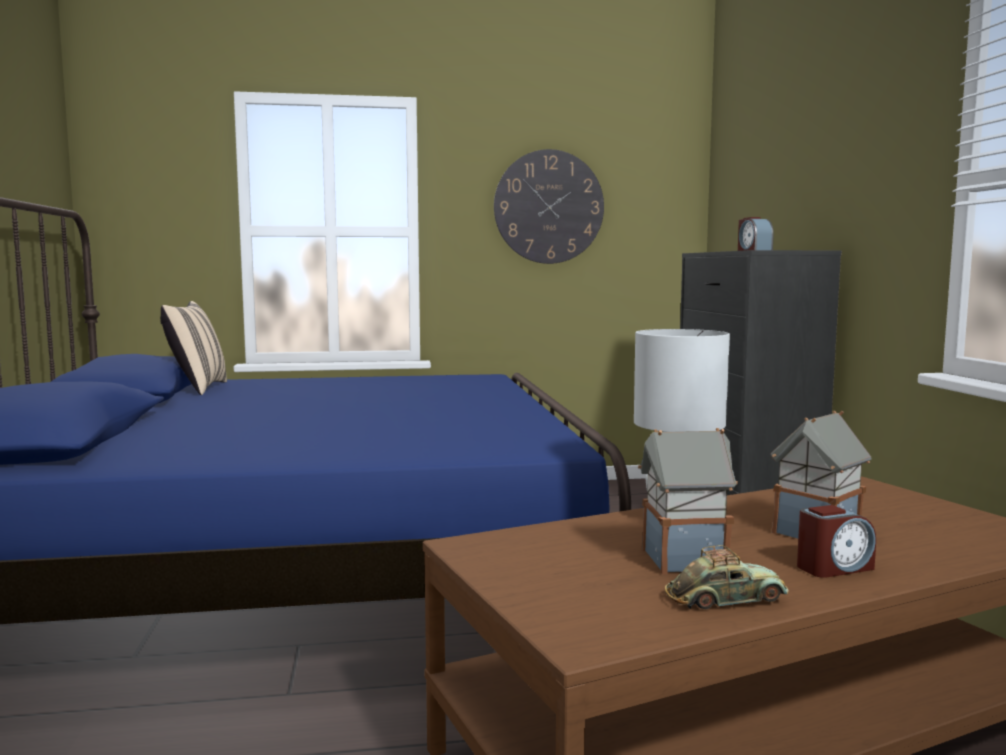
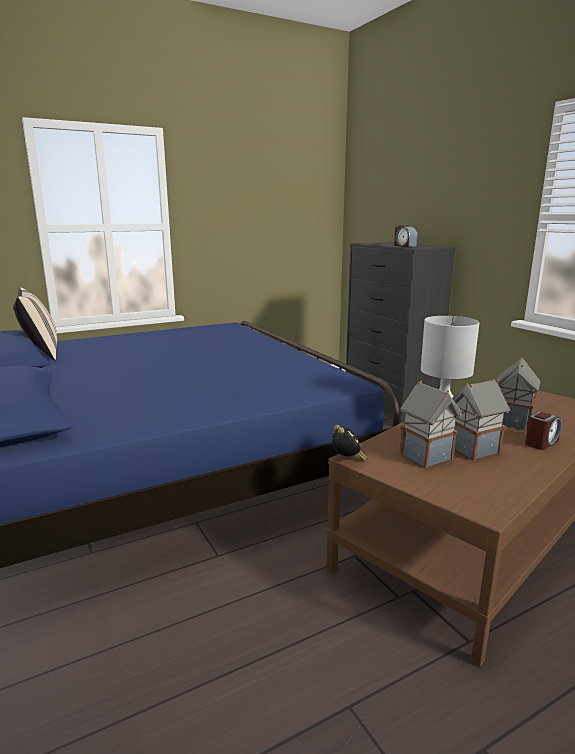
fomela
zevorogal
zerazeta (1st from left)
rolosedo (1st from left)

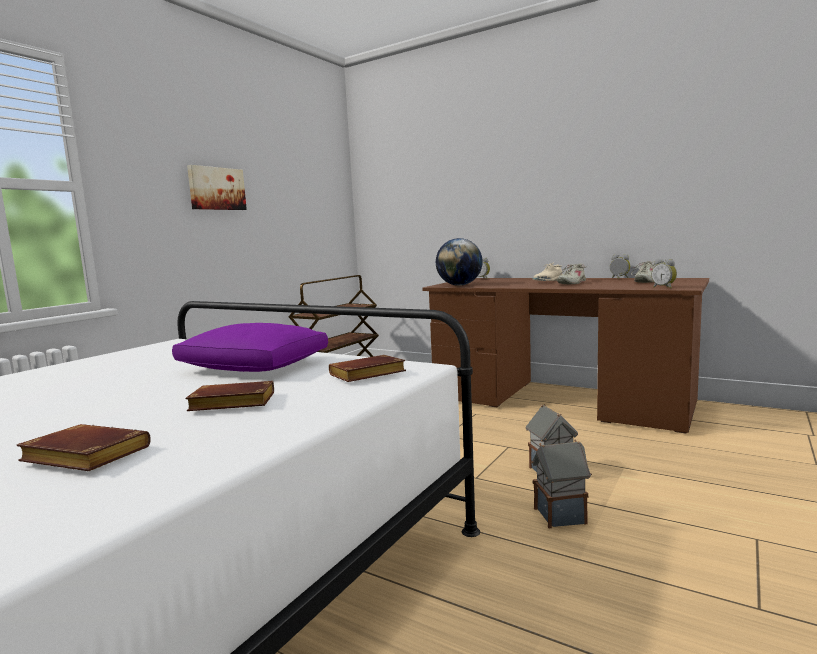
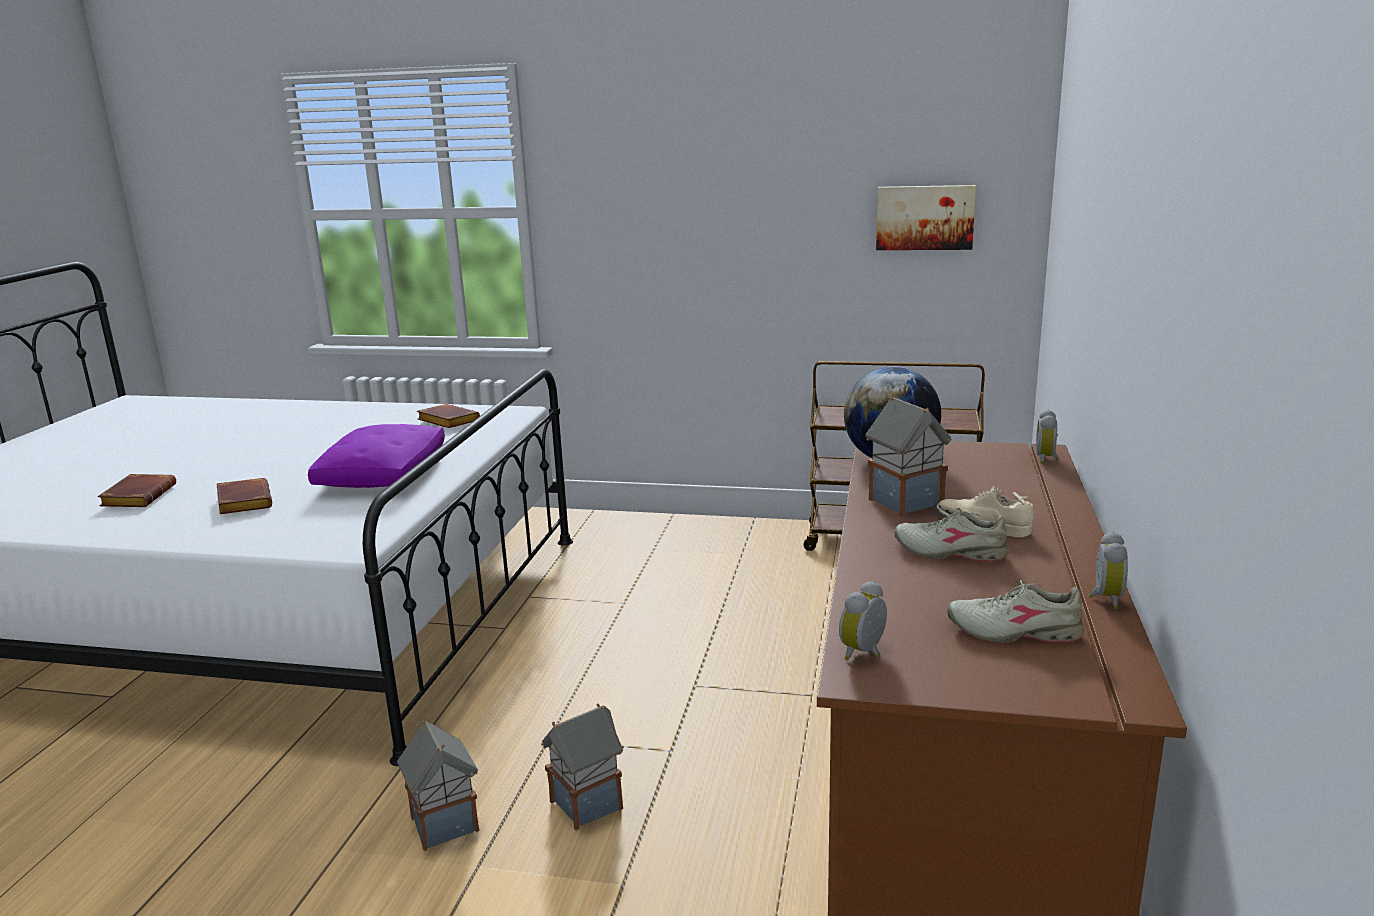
rolosedo (3rd from left)
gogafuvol
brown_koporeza (3rd from left)

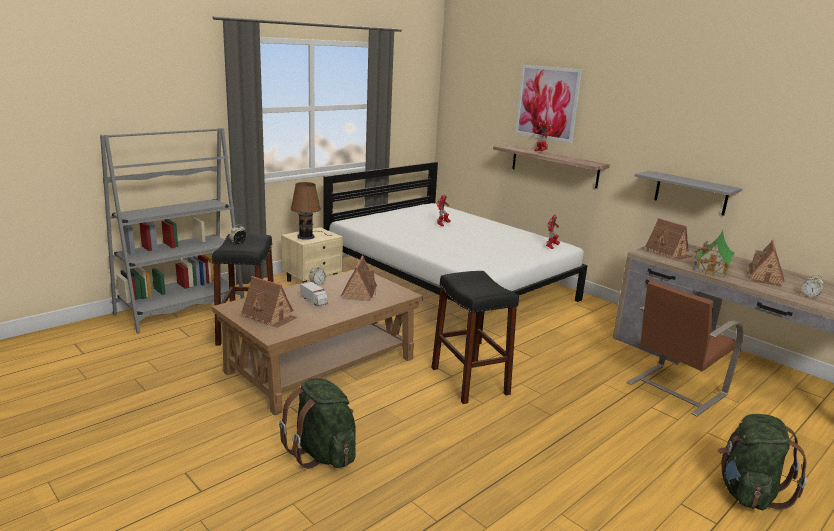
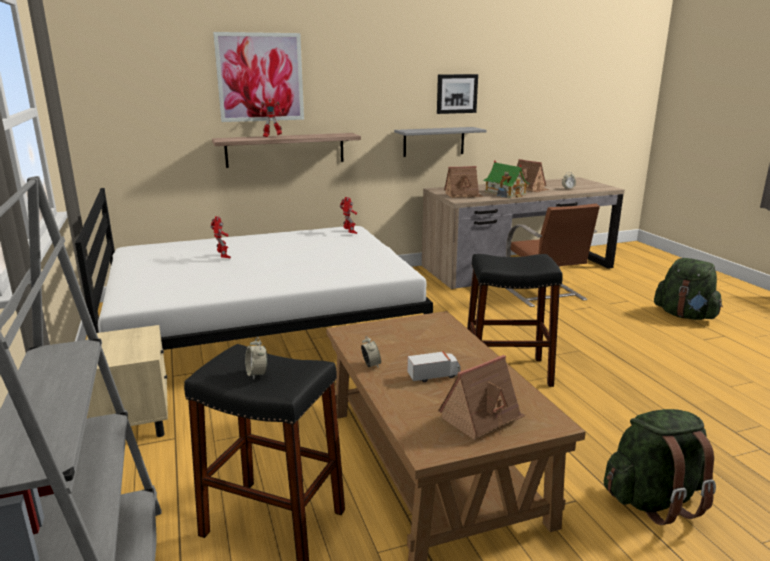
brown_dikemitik
rolosedo (2nd from left in the first image)
gogafuvol (2nd from left)

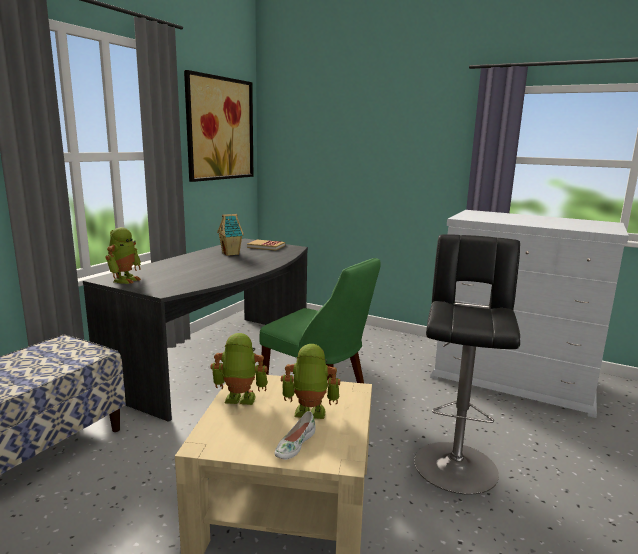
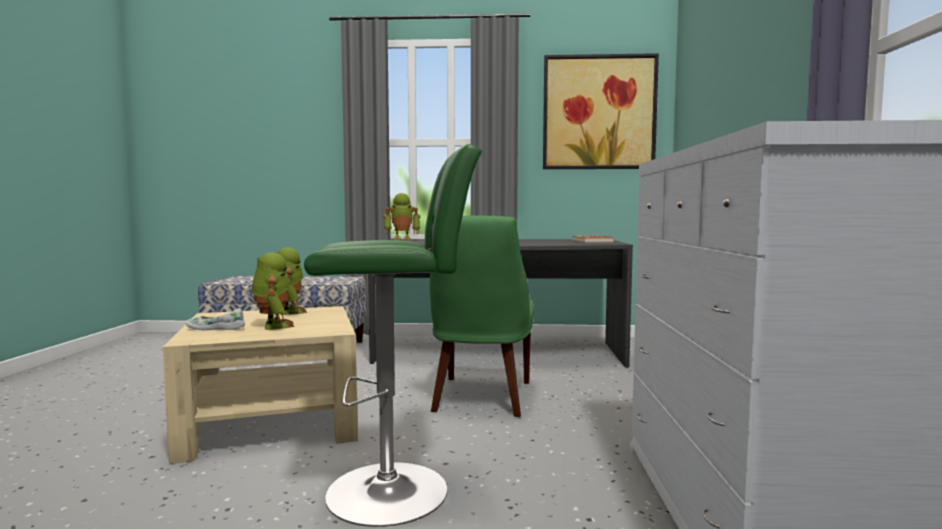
rolosedo
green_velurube

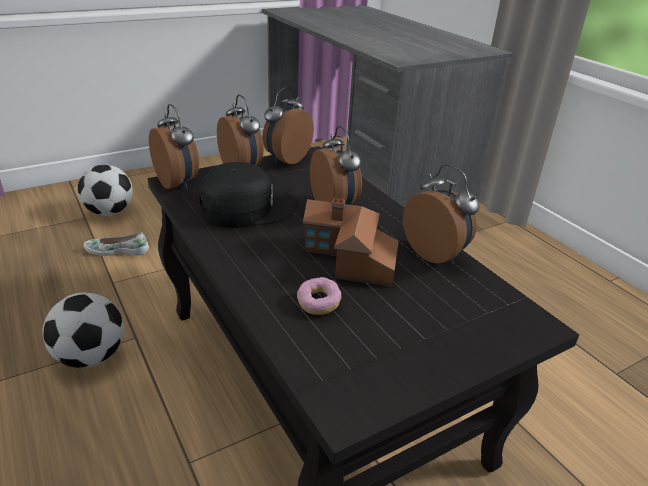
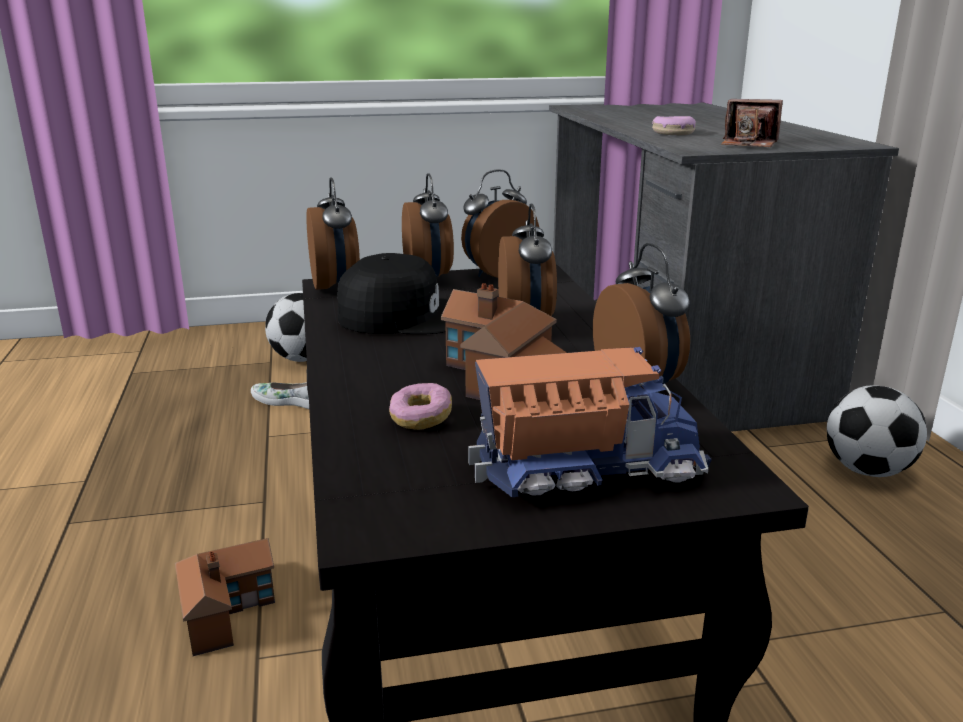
rolosedo (1st from left)
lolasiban
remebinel (2nd from left)
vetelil
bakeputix (2nd from left)

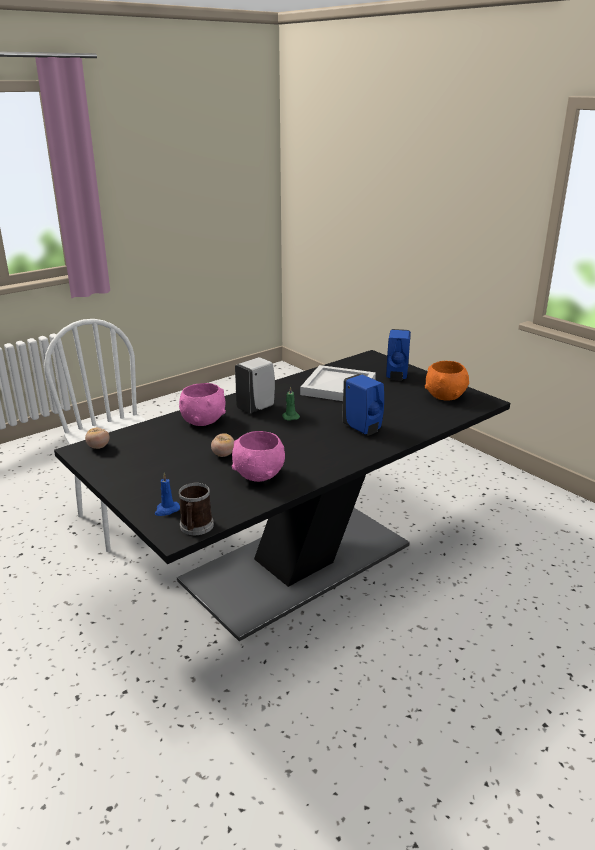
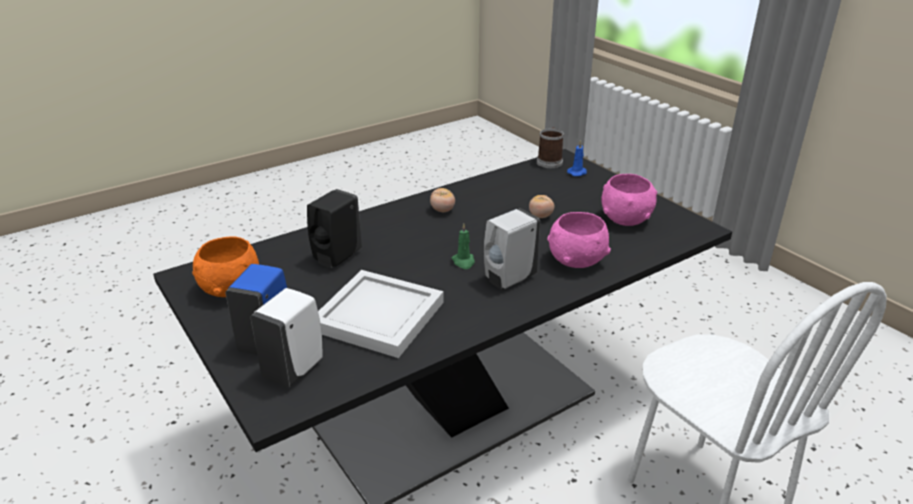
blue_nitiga (1st from left in the first image)
white_nitiga (1st from left)
black_nitiga
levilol (1st from left)
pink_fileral (2nd from left)

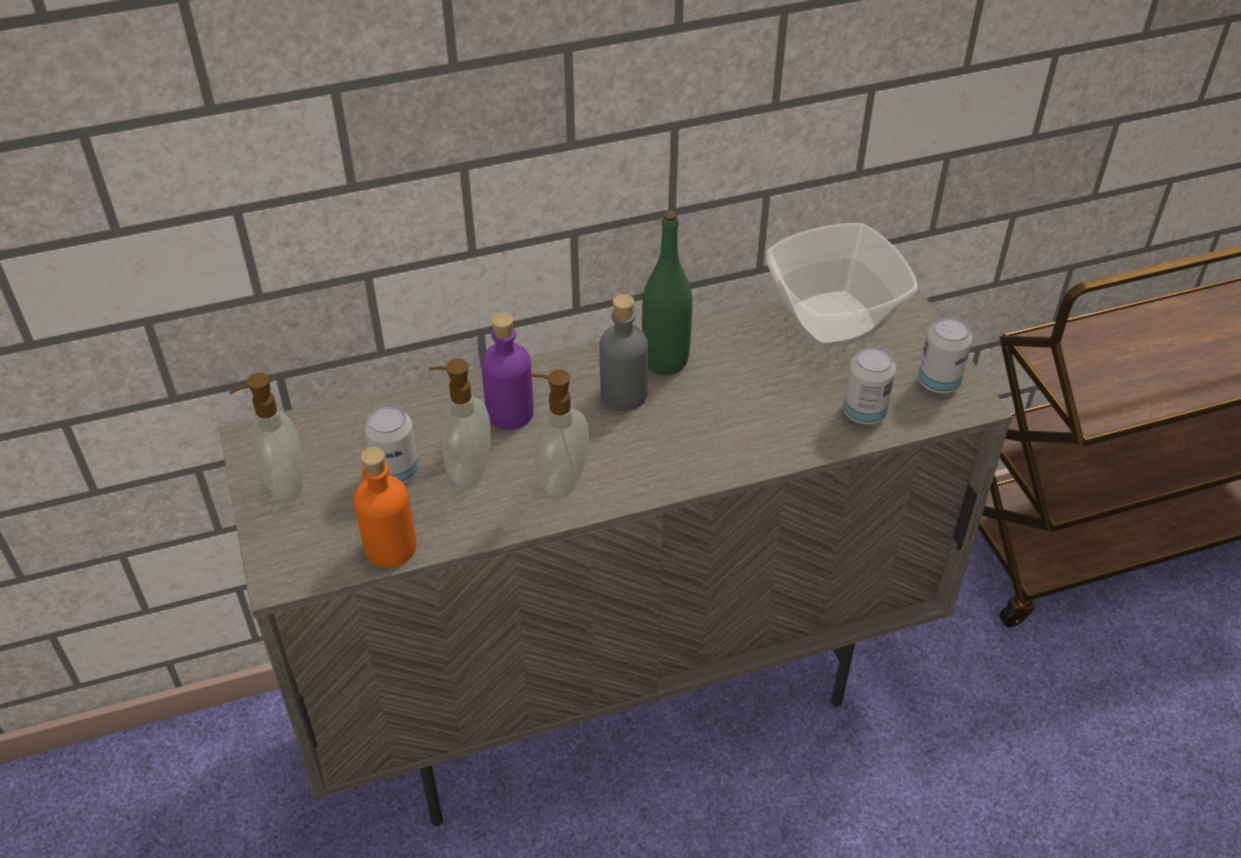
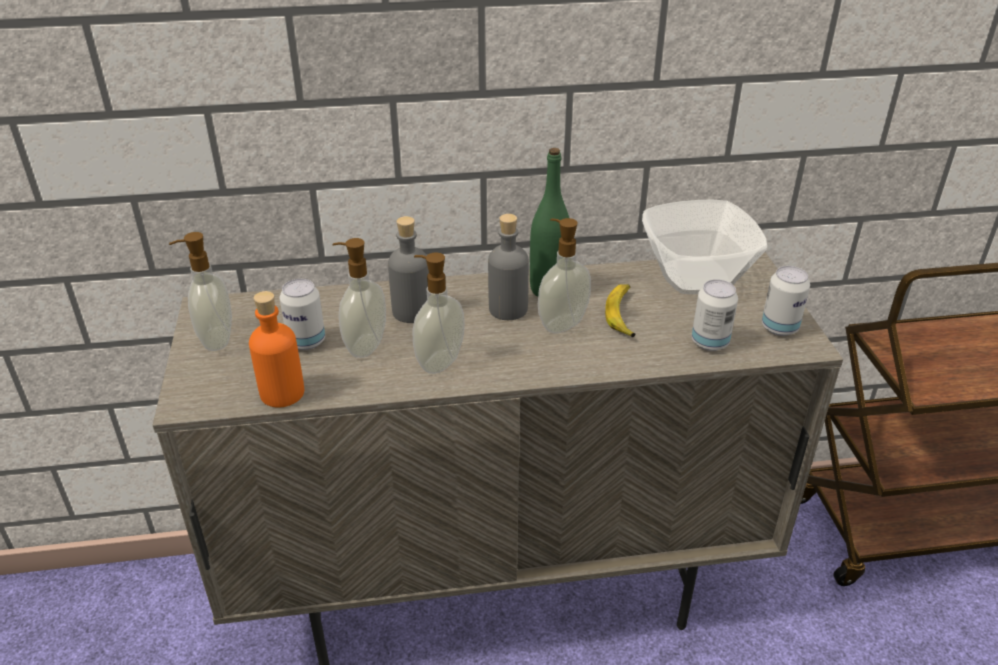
nitiga (4th from left)
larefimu
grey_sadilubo (1st from left)

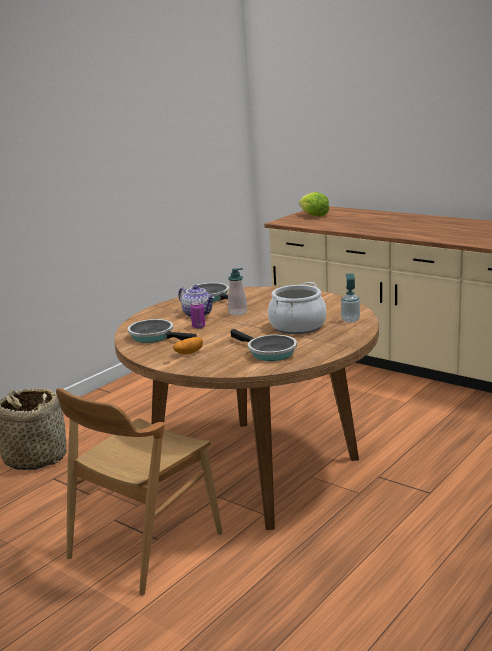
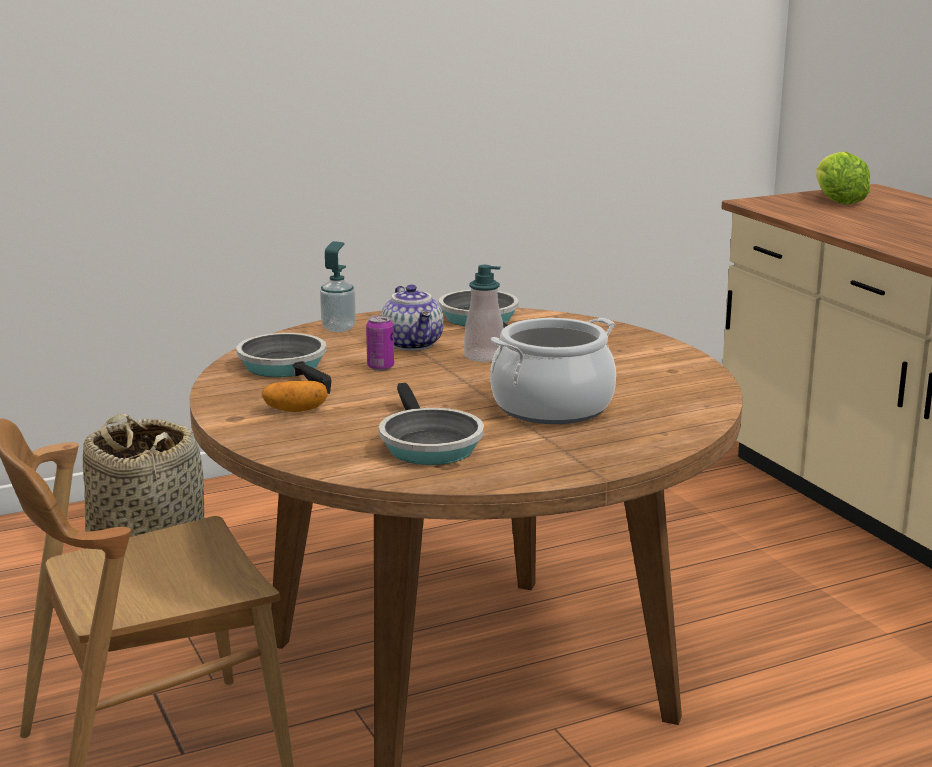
nitiga (1st from left)

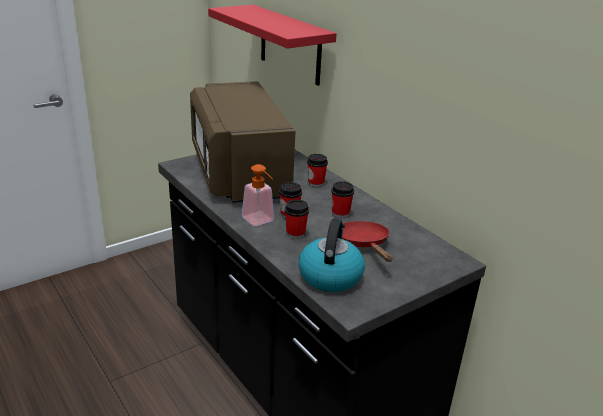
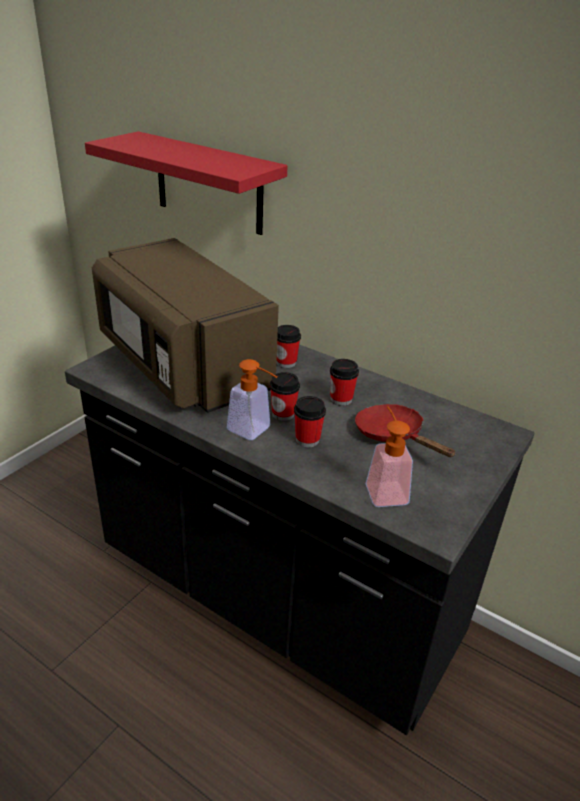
nitiga (2nd from left)

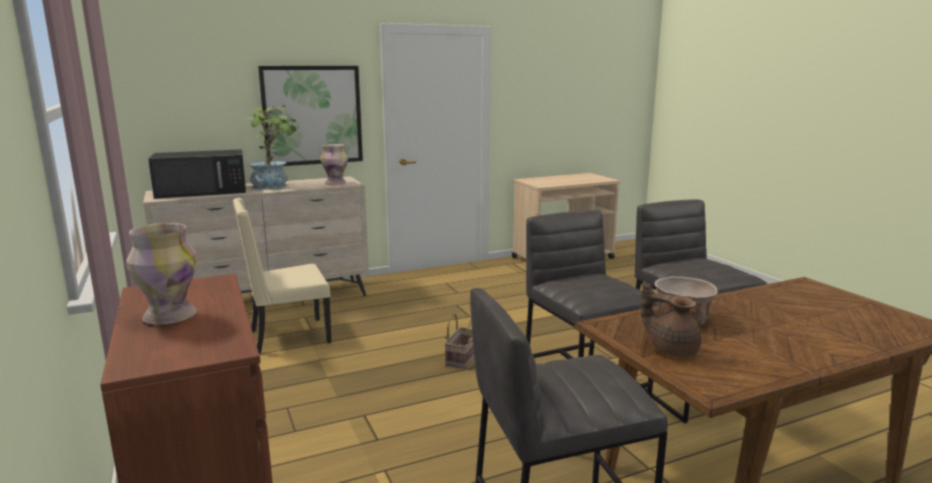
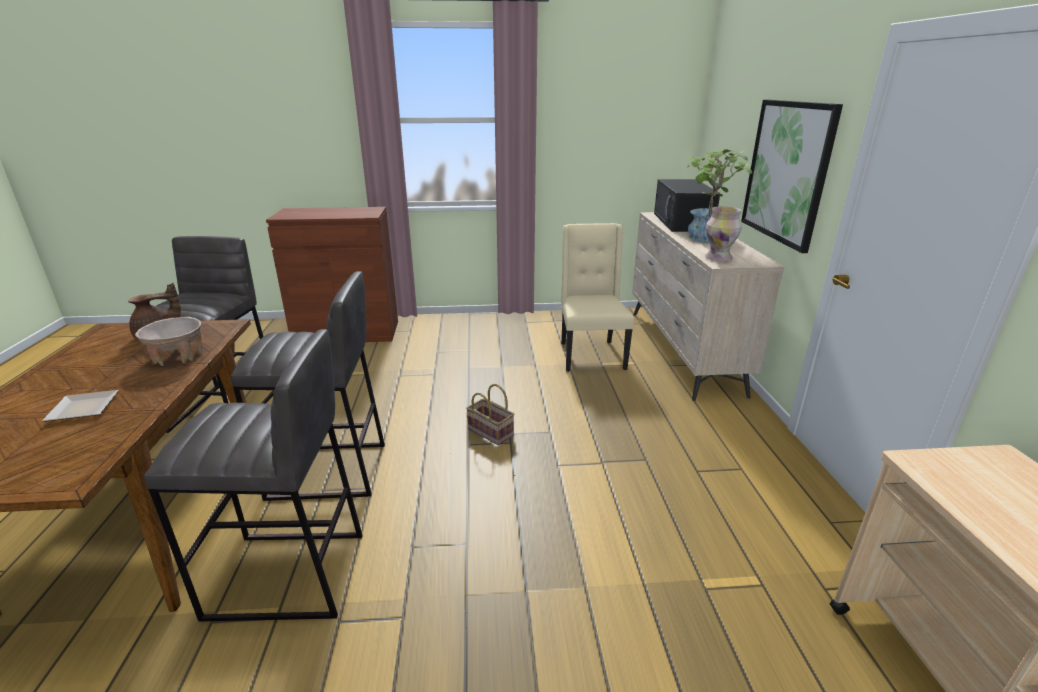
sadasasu (1st from left in the first image)
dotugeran

